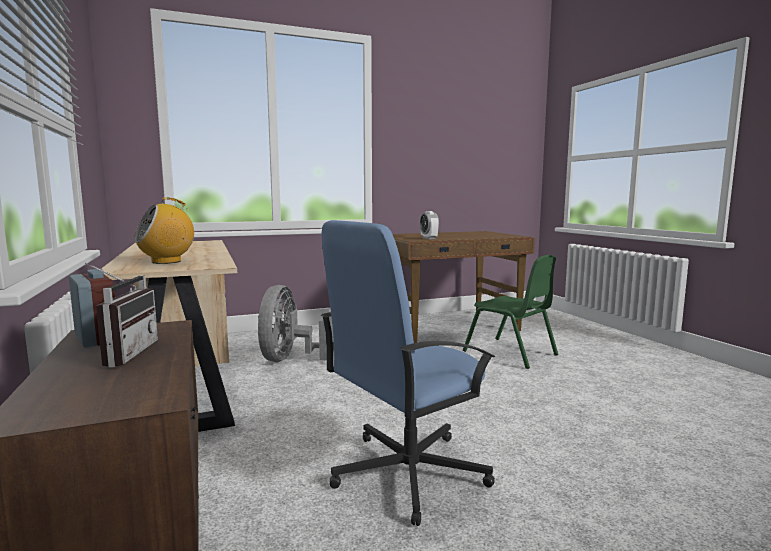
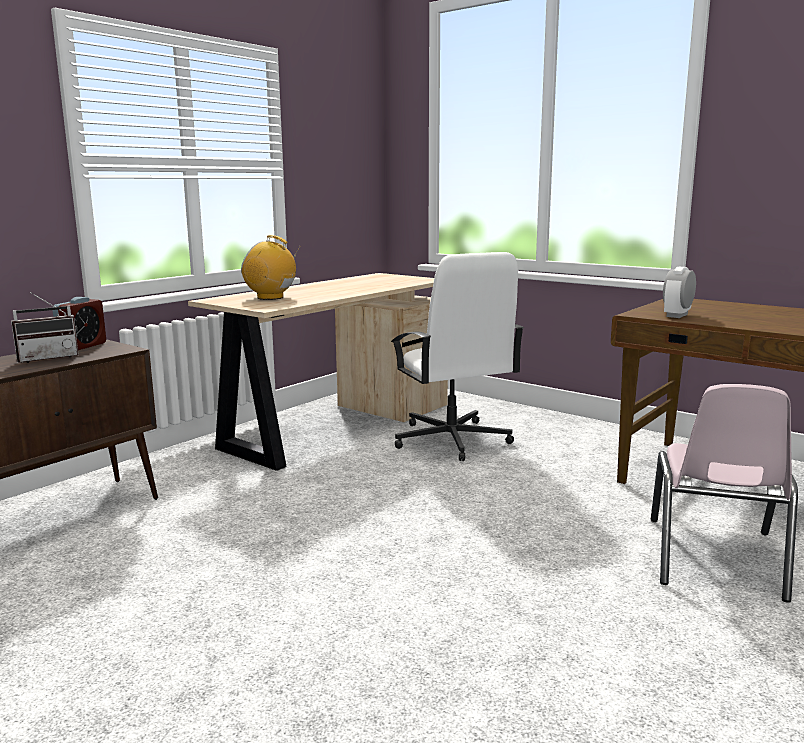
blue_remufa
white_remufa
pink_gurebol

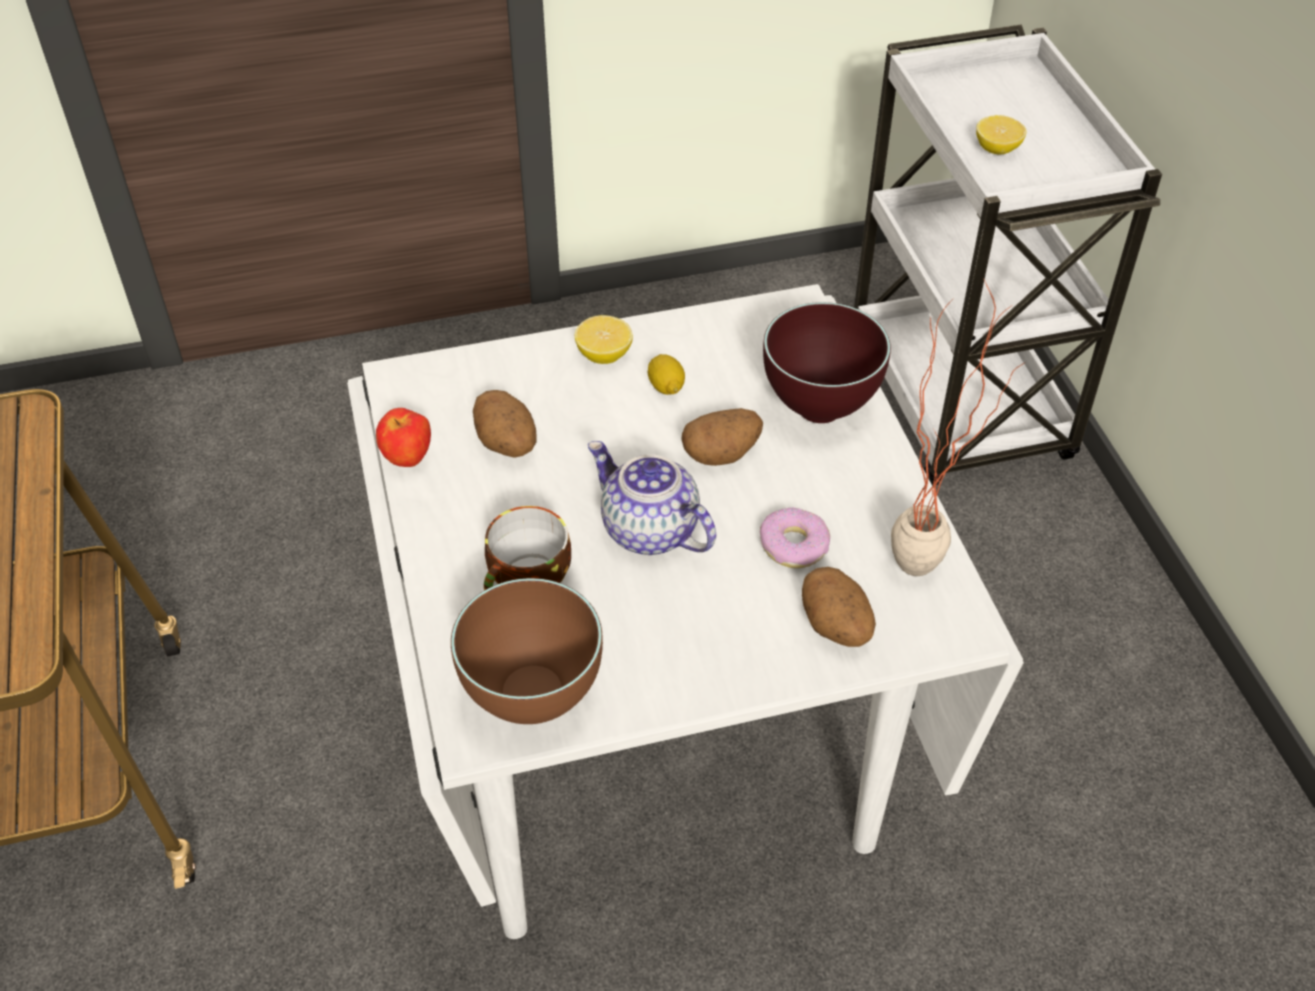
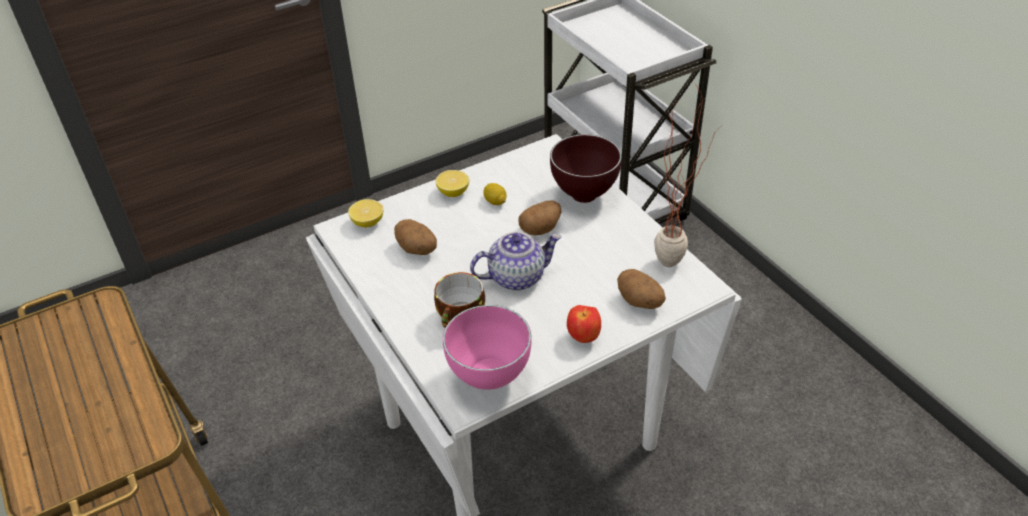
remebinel
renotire
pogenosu (1st from left)
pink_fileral
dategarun

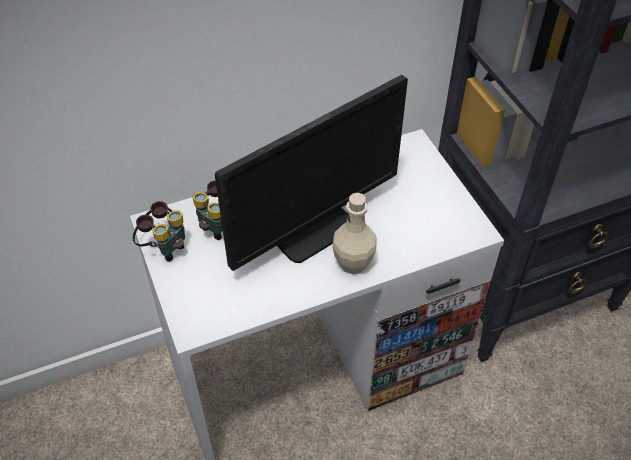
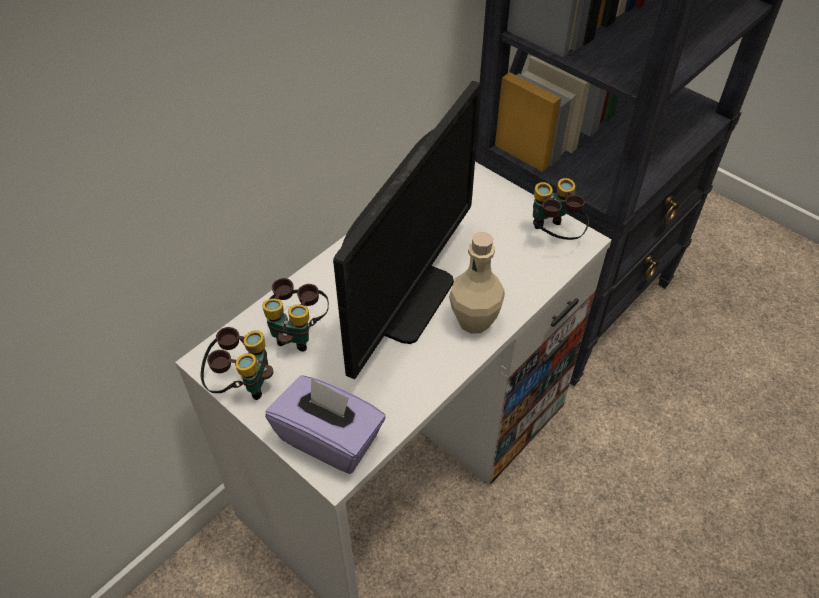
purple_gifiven
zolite (3rd from left)

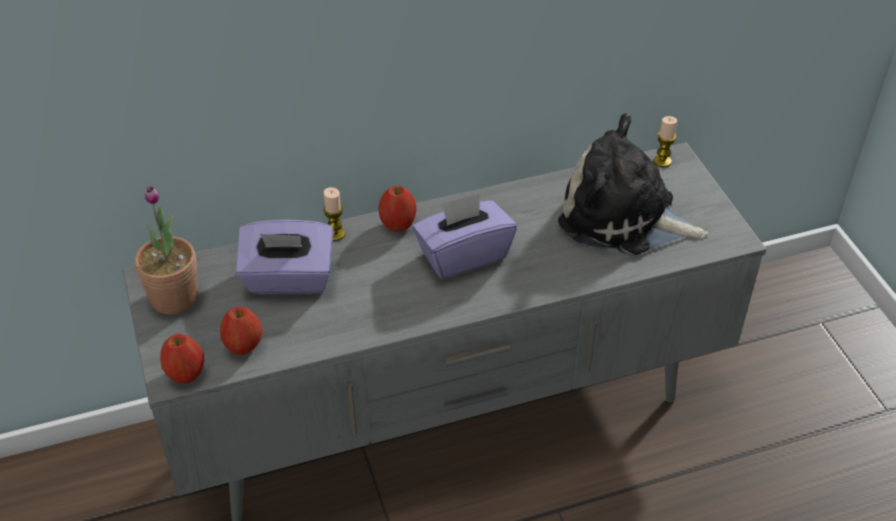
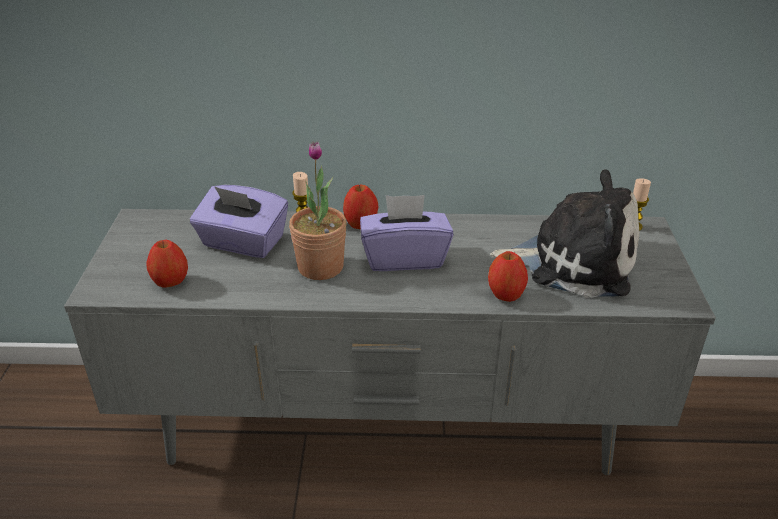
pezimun
renotire (3rd from left)
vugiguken

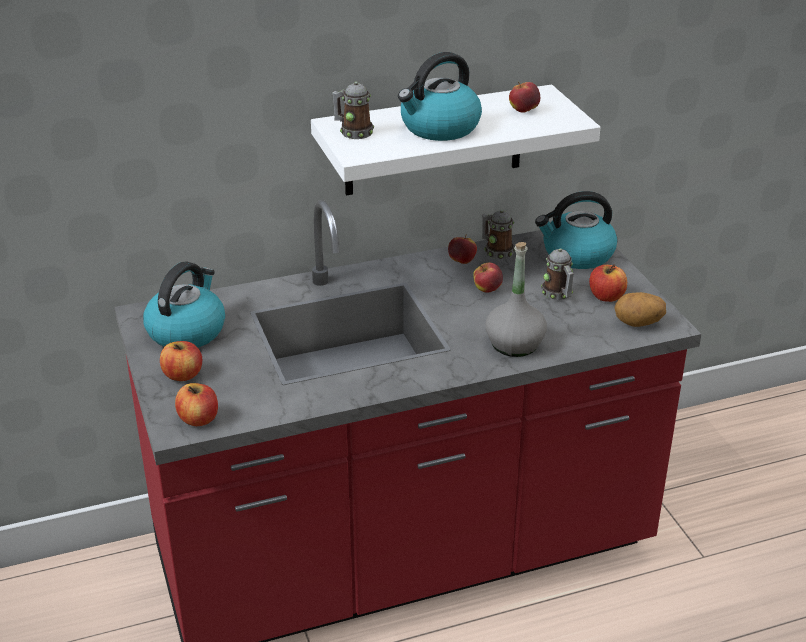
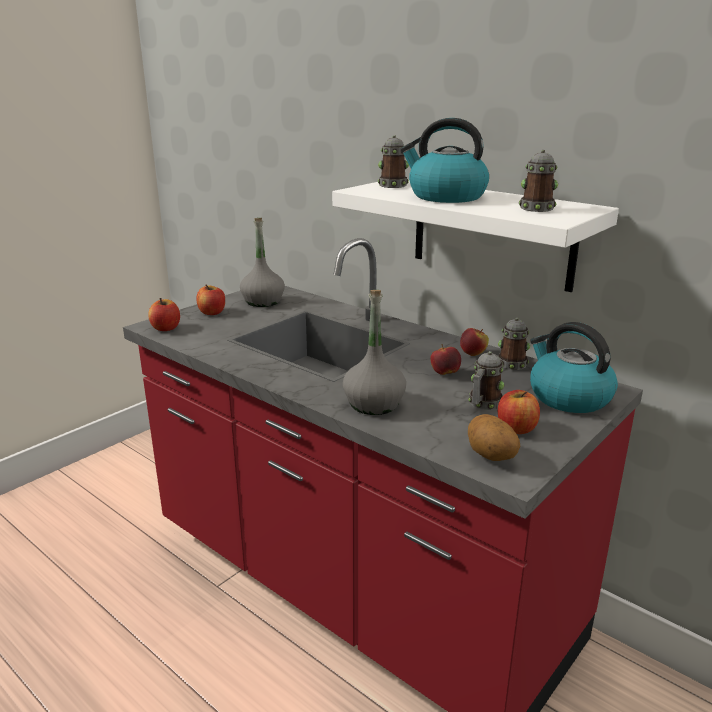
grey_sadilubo (1st from left)
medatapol (4th from left)

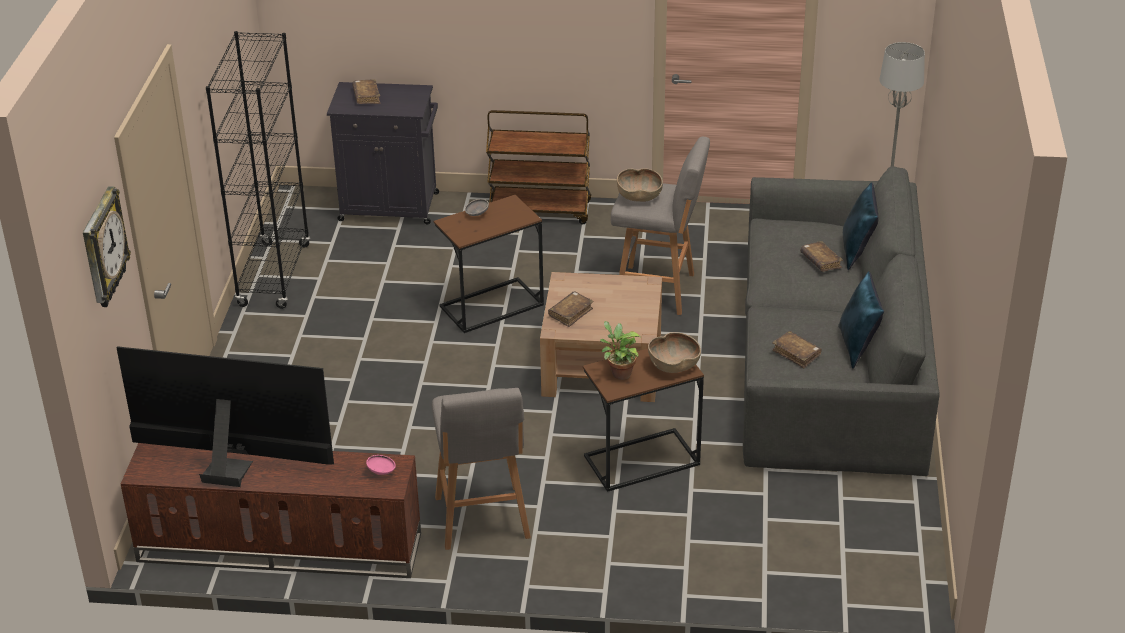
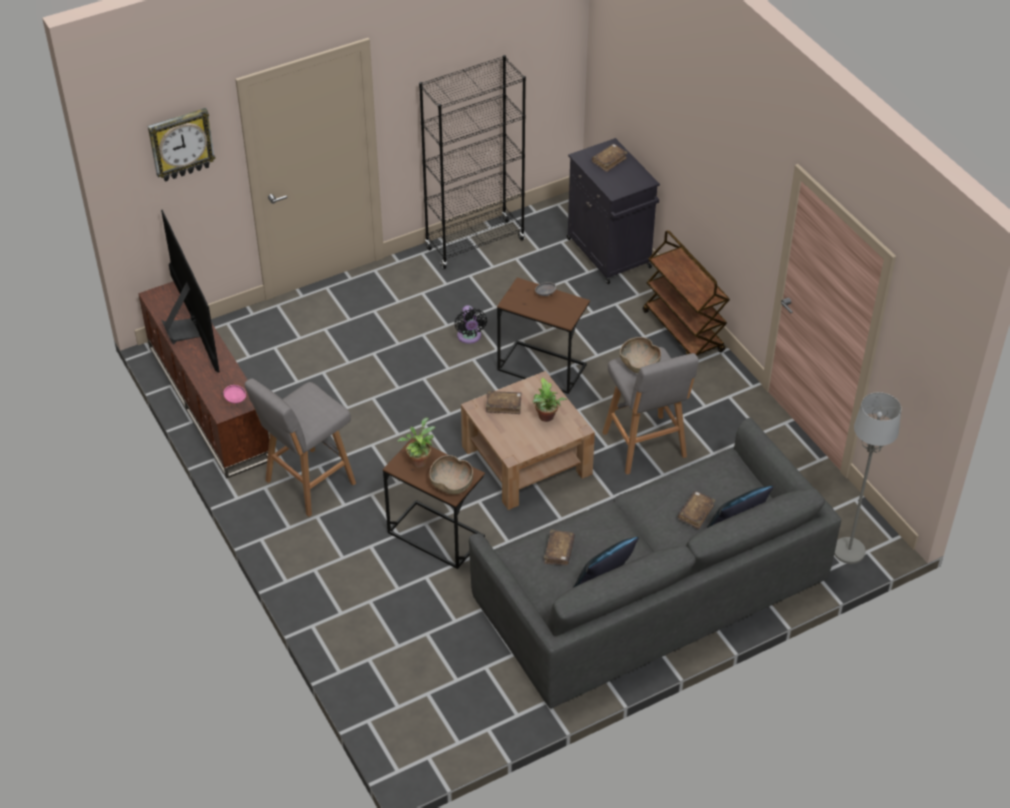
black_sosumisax
pezimun (2nd from left)

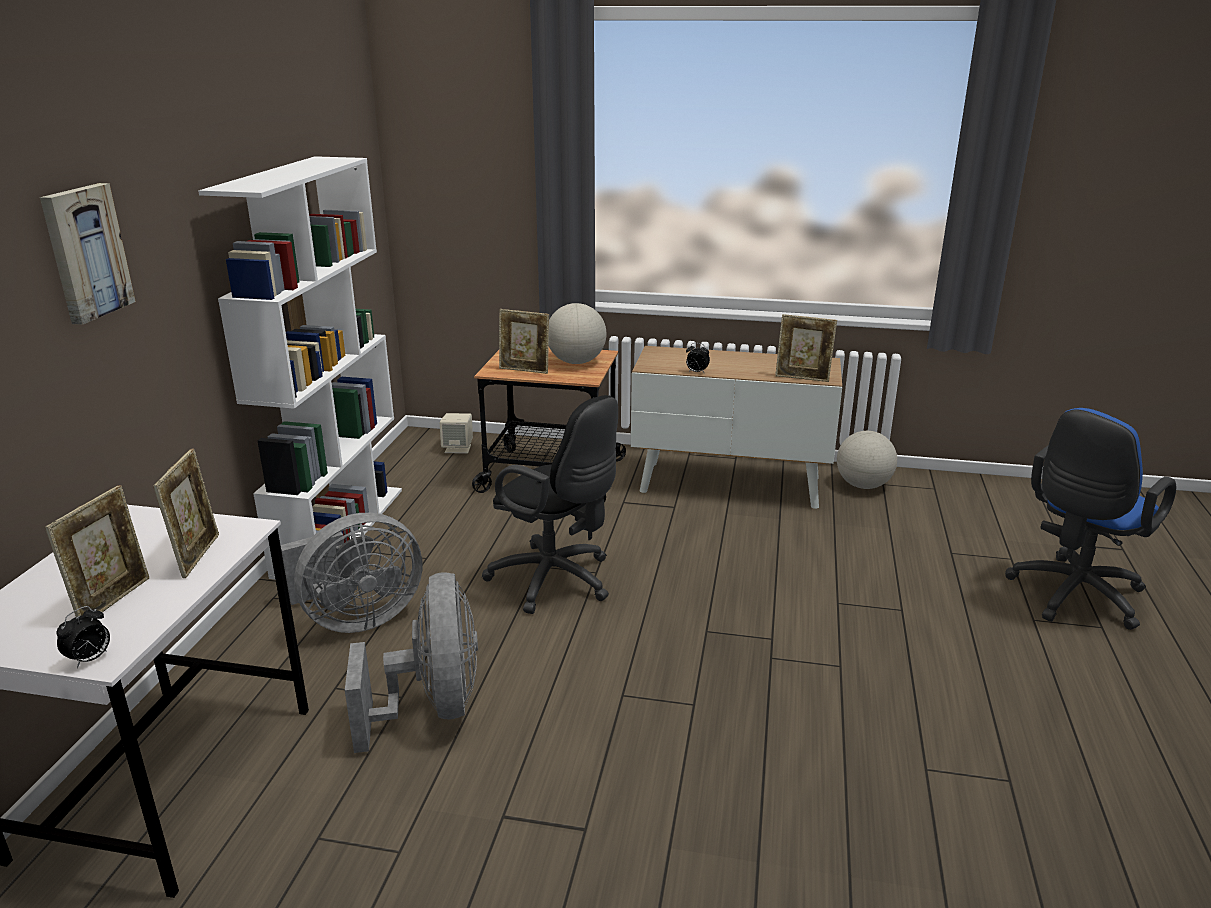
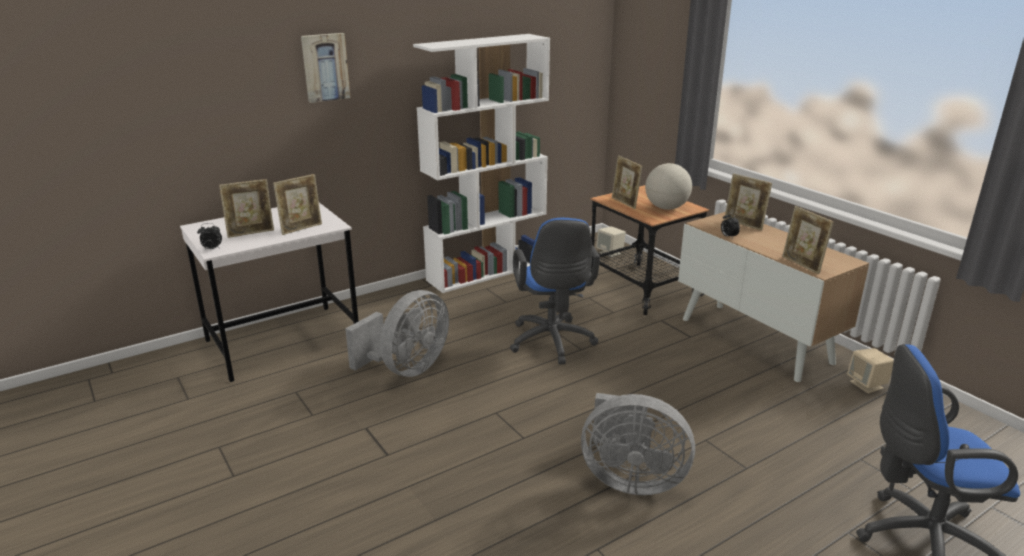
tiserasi (4th from left)
grey_sosumisax (2nd from left)
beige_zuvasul (2nd from left)
blue_remufa (1st from left)

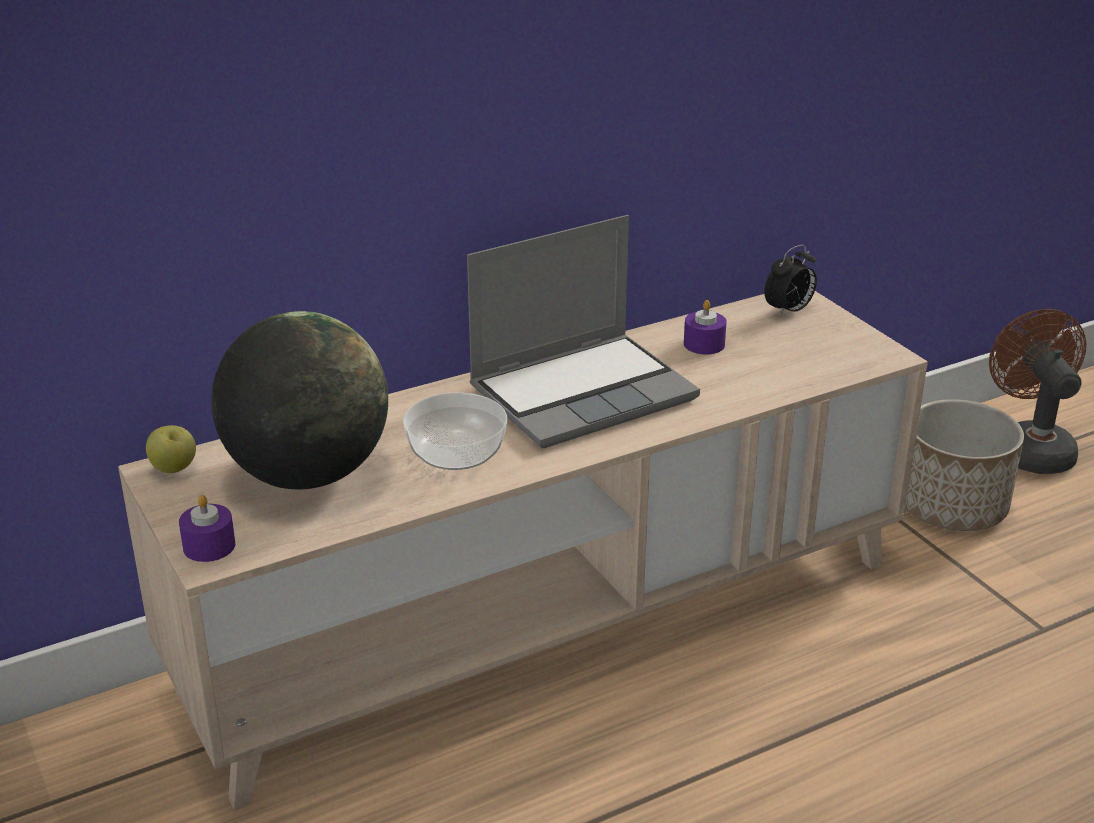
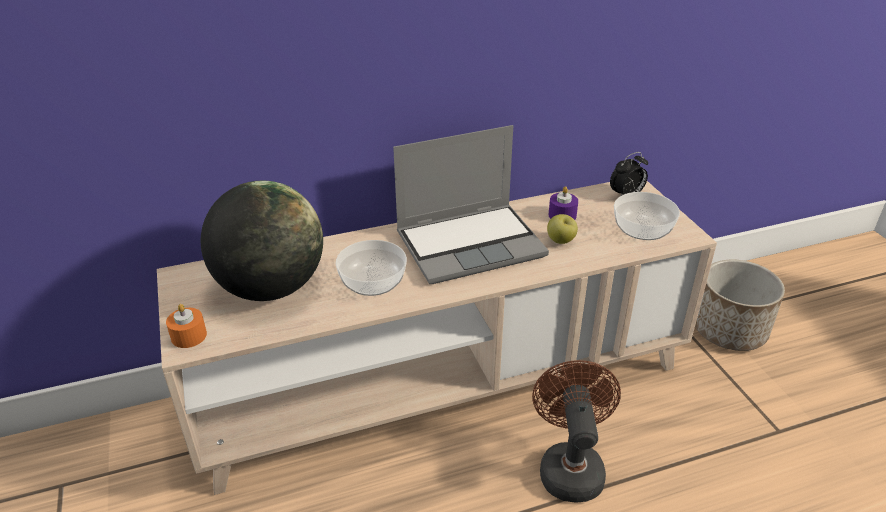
fileral (2nd from left)
renotire
brown_sosumisax
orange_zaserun

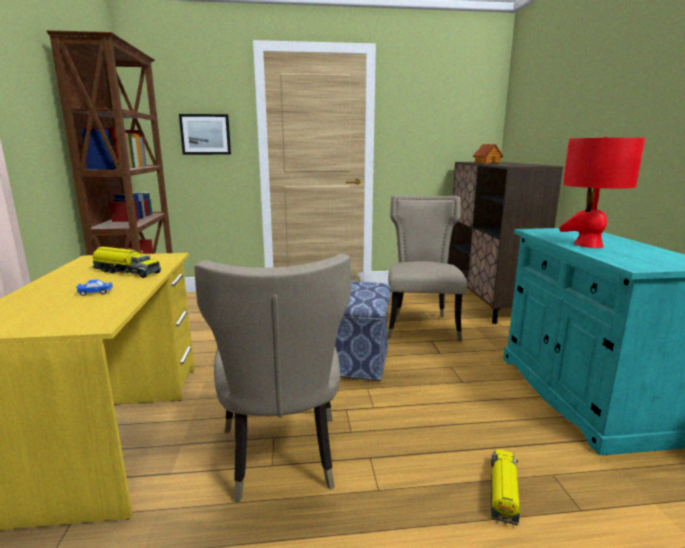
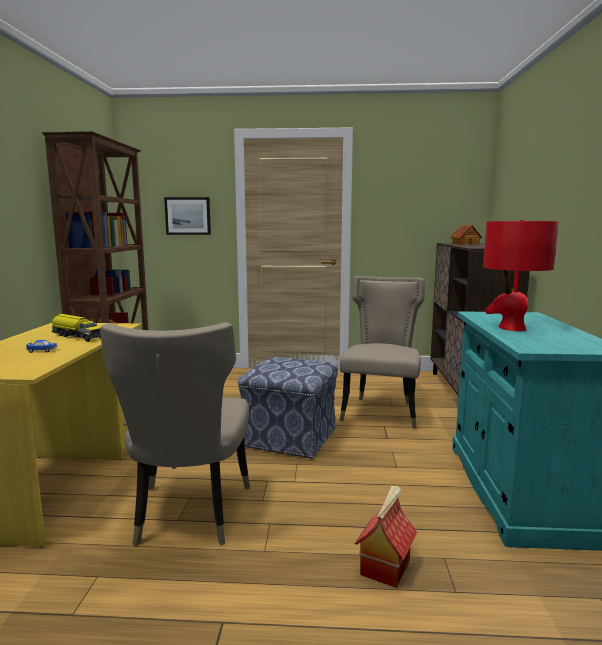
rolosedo (1st from left)

